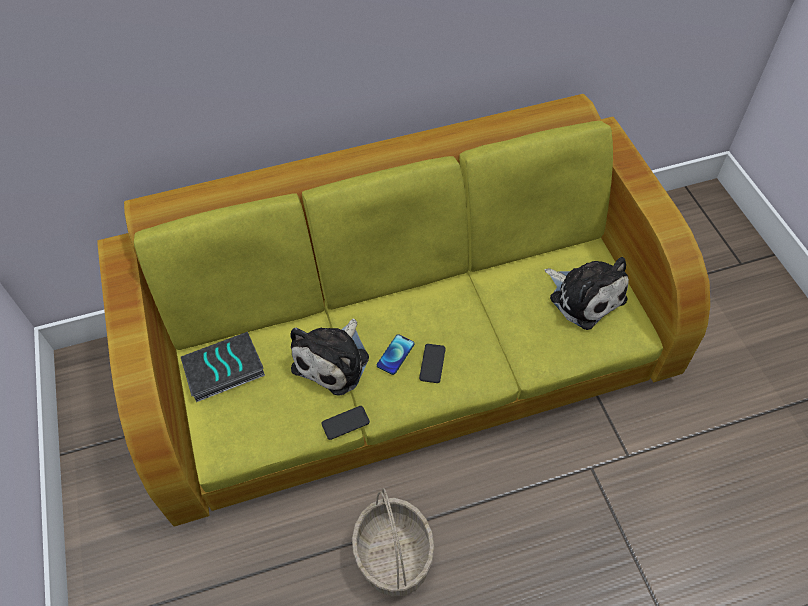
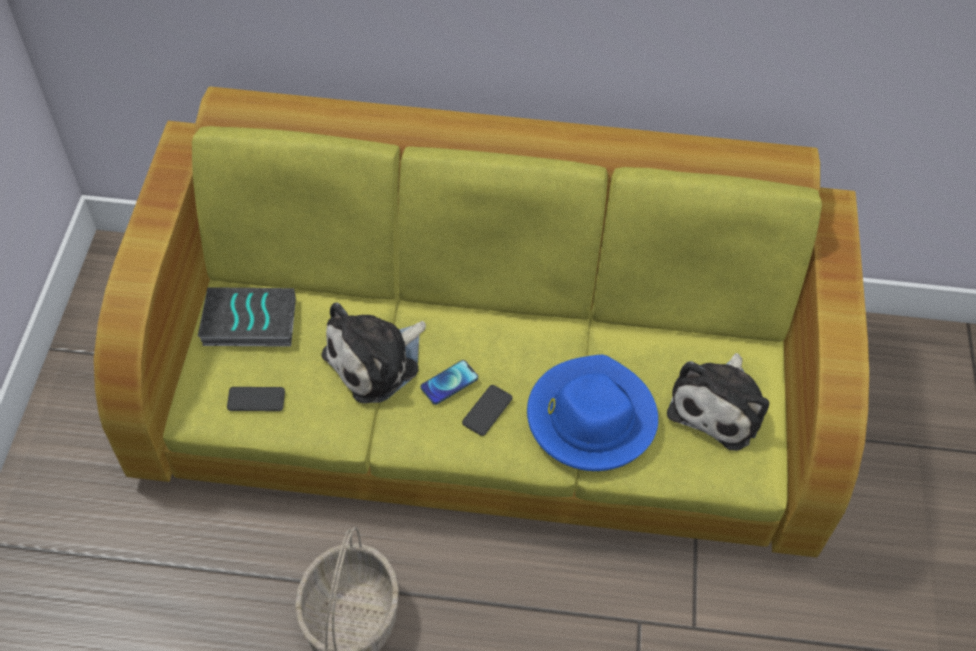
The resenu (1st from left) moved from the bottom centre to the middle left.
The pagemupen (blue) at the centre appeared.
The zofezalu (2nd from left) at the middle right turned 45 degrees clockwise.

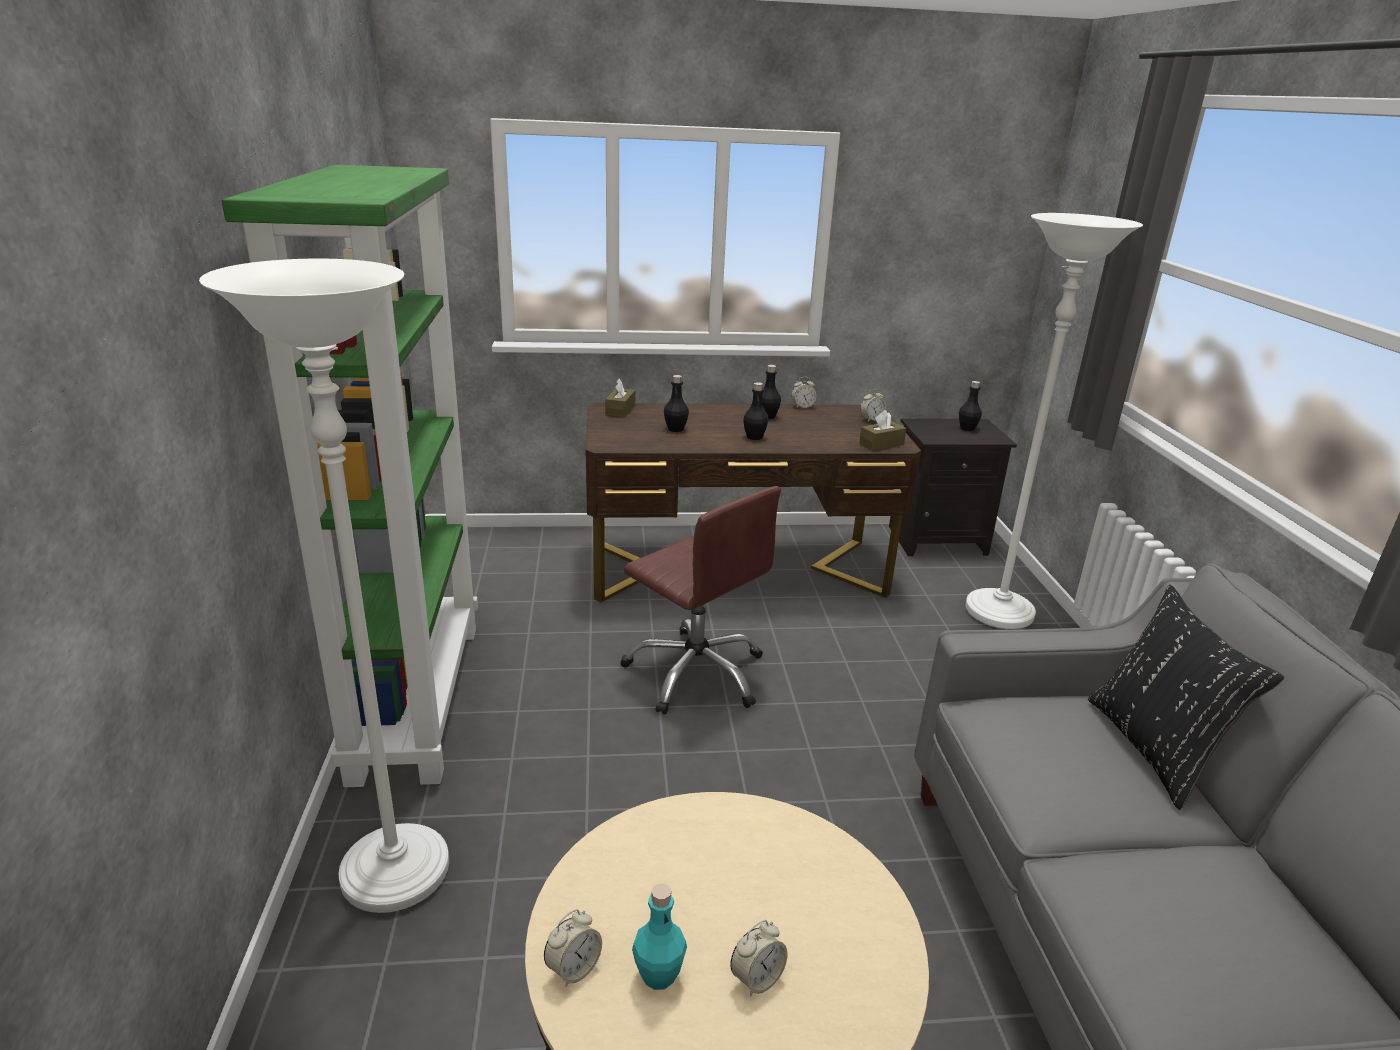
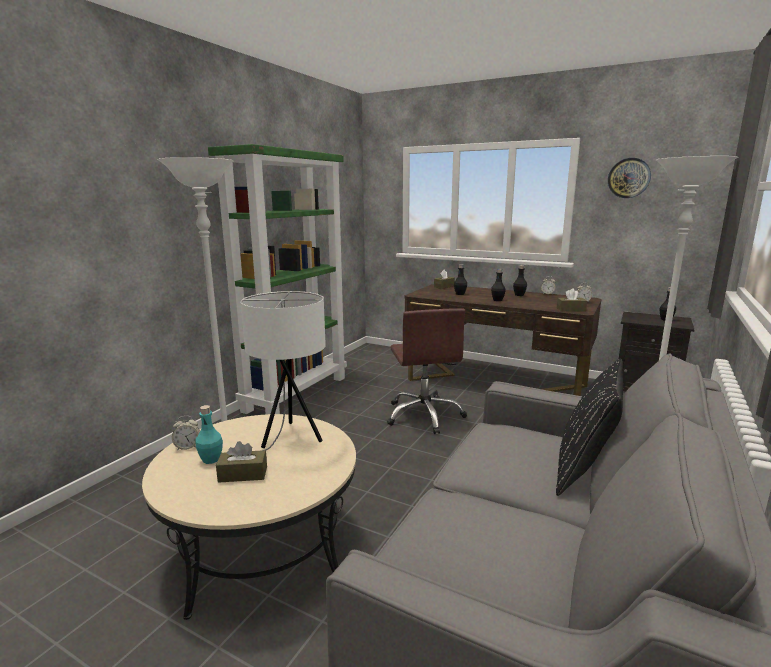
The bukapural (2nd from left) at the bottom centre was replaced by the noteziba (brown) (1st from left) at the bottom left.
The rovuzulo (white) at the centre appeared.
The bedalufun at the top right appeared.

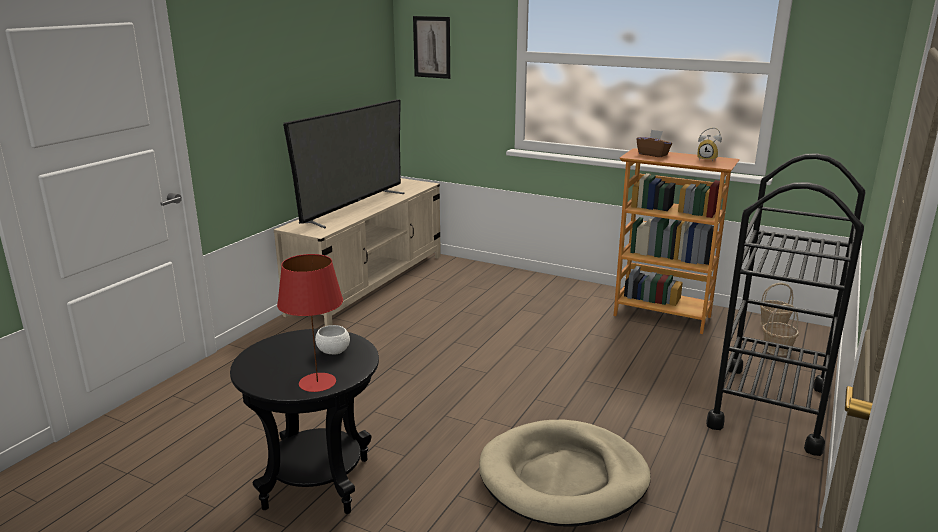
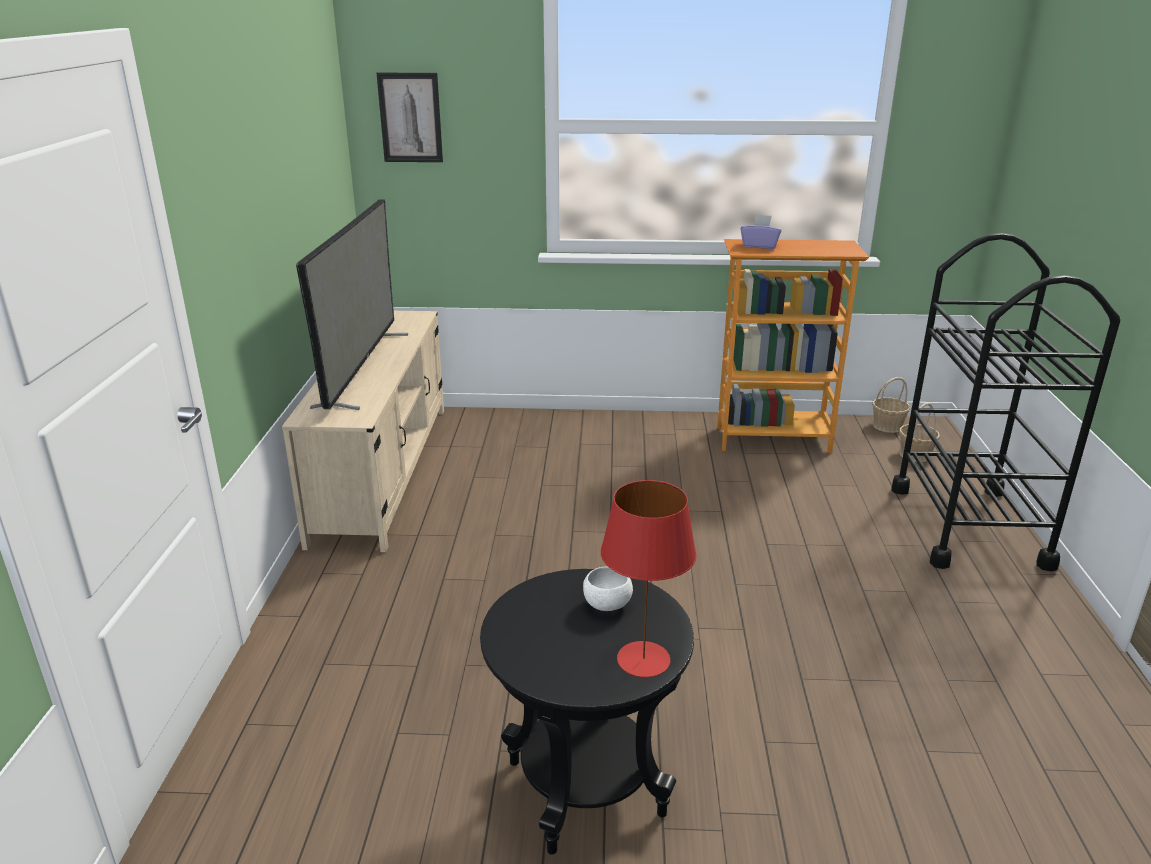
The noteziba (brown) at the top right became the noteziba (purple) at the top centre.
The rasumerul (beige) at the bottom centre disappeared.
The bukapural at the top right disappeared.

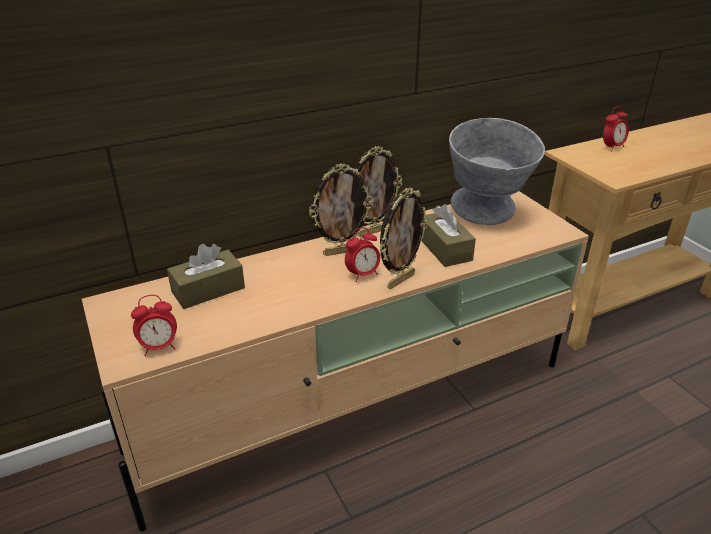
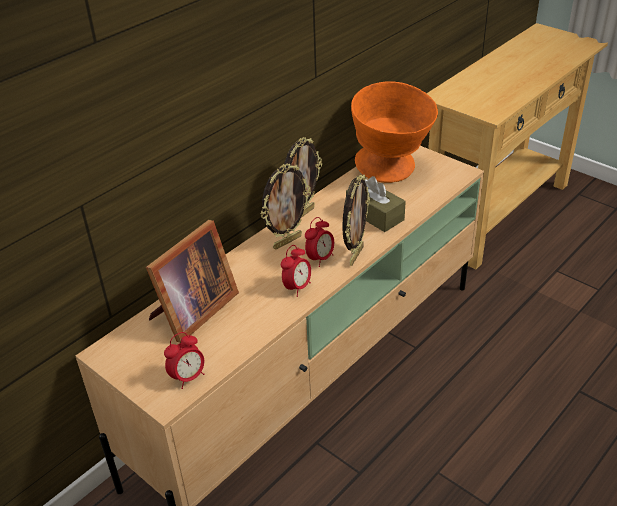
The noteziba (brown) (1st from left) at the middle left was replaced by the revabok (1st from left) at the middle left.
The bukapural (3rd from left in the first image) moved from the top right to the centre.
The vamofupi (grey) at the top right became the vamofupi (orange) at the top centre.

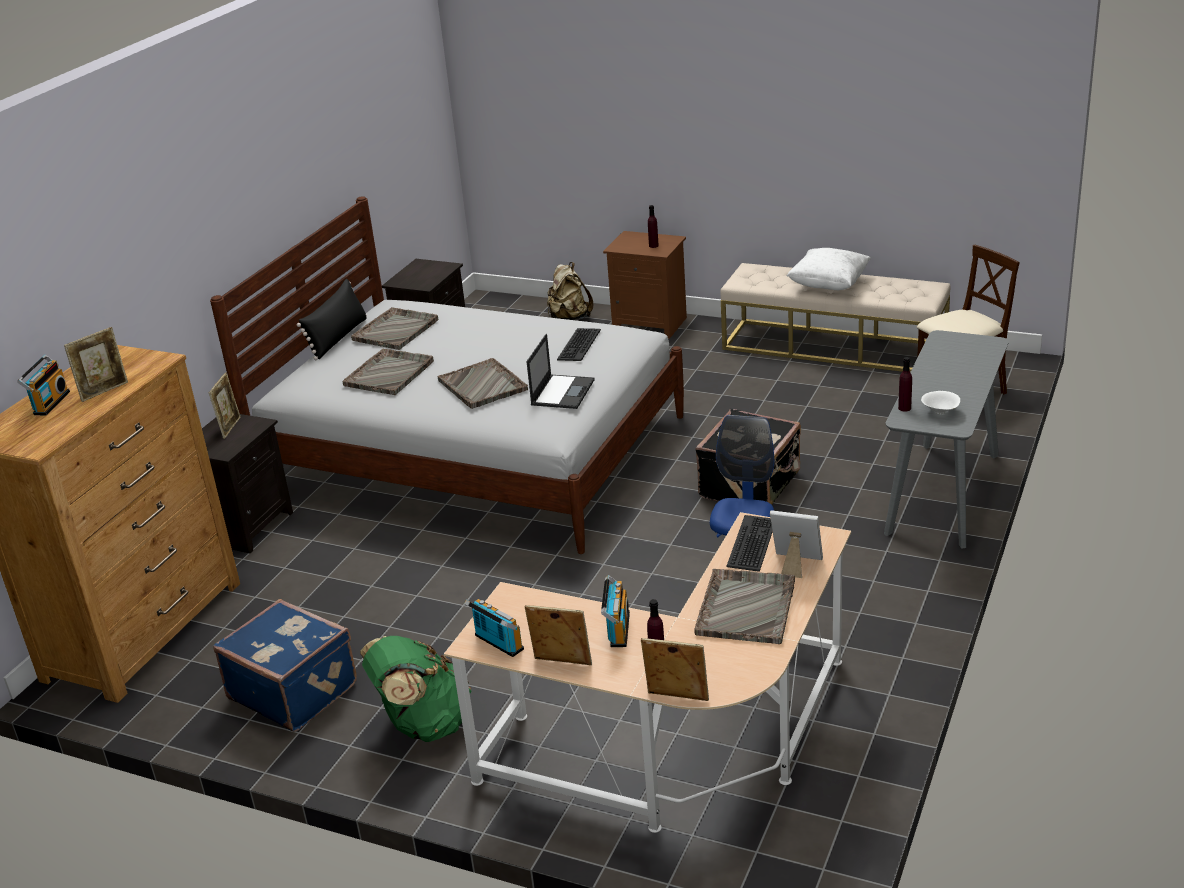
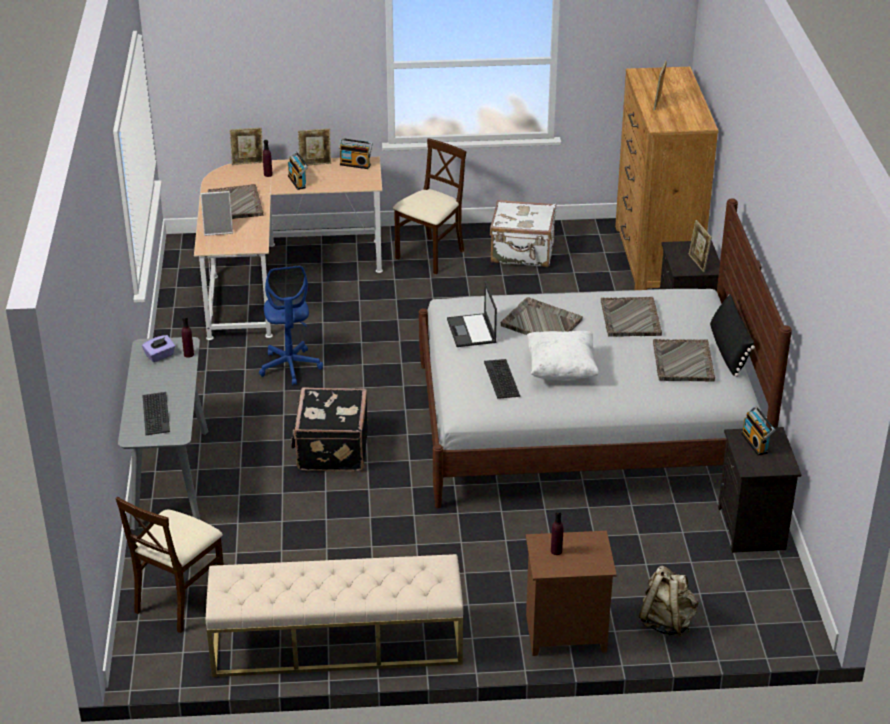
The vamofupi (white) at the middle right was replaced by the noteziba (purple) at the middle left.
The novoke (2nd from left in the first image) moved from the centre to the middle left.
The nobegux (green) at the bottom centre was replaced by the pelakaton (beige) (2nd from left) at the top centre.
The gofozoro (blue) at the bottom left became the gofozoro (white) at the top centre.
The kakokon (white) moved from the top right to the centre.
The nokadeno (1st from left in the first image) moved from the middle left to the middle right.

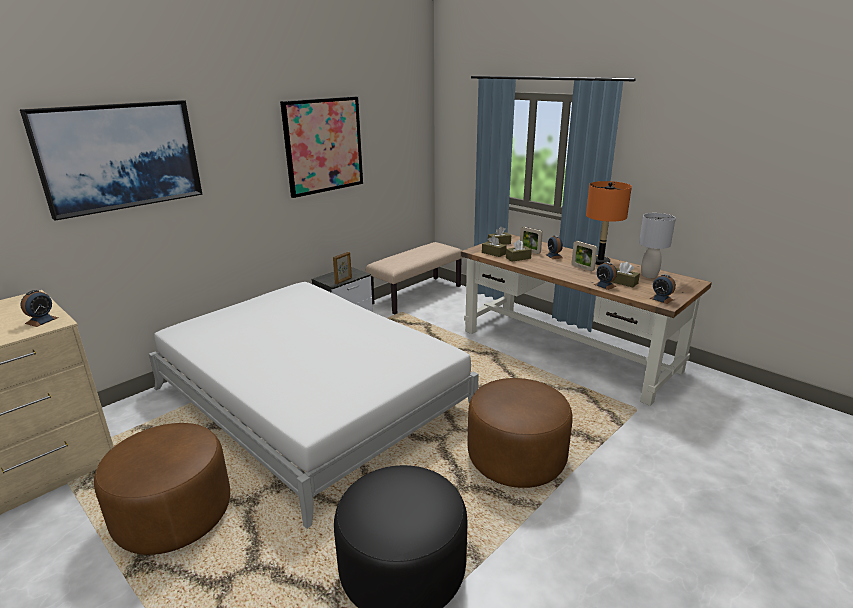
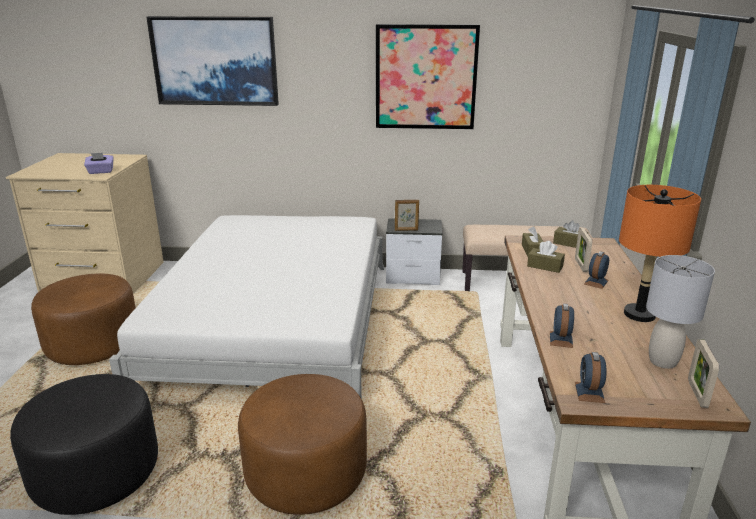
The bukapural (1st from left) at the middle left was replaced by the noteziba (purple) at the top left.
The revabok (3rd from left) moved from the middle right to the bottom right.
The noteziba (brown) (4th from left) at the middle right disappeared.

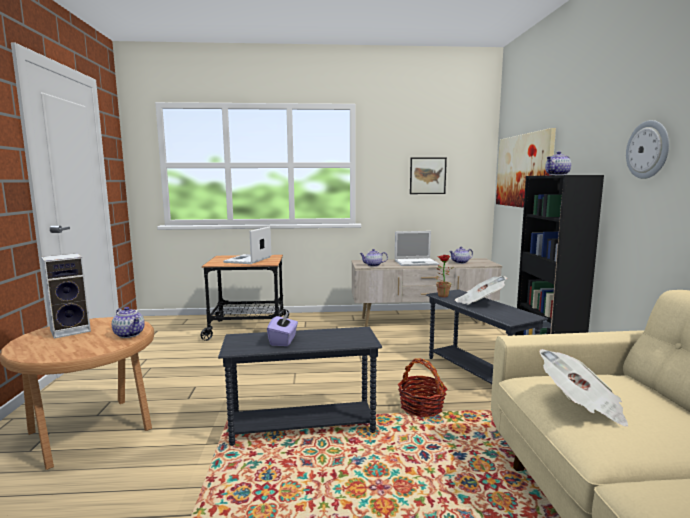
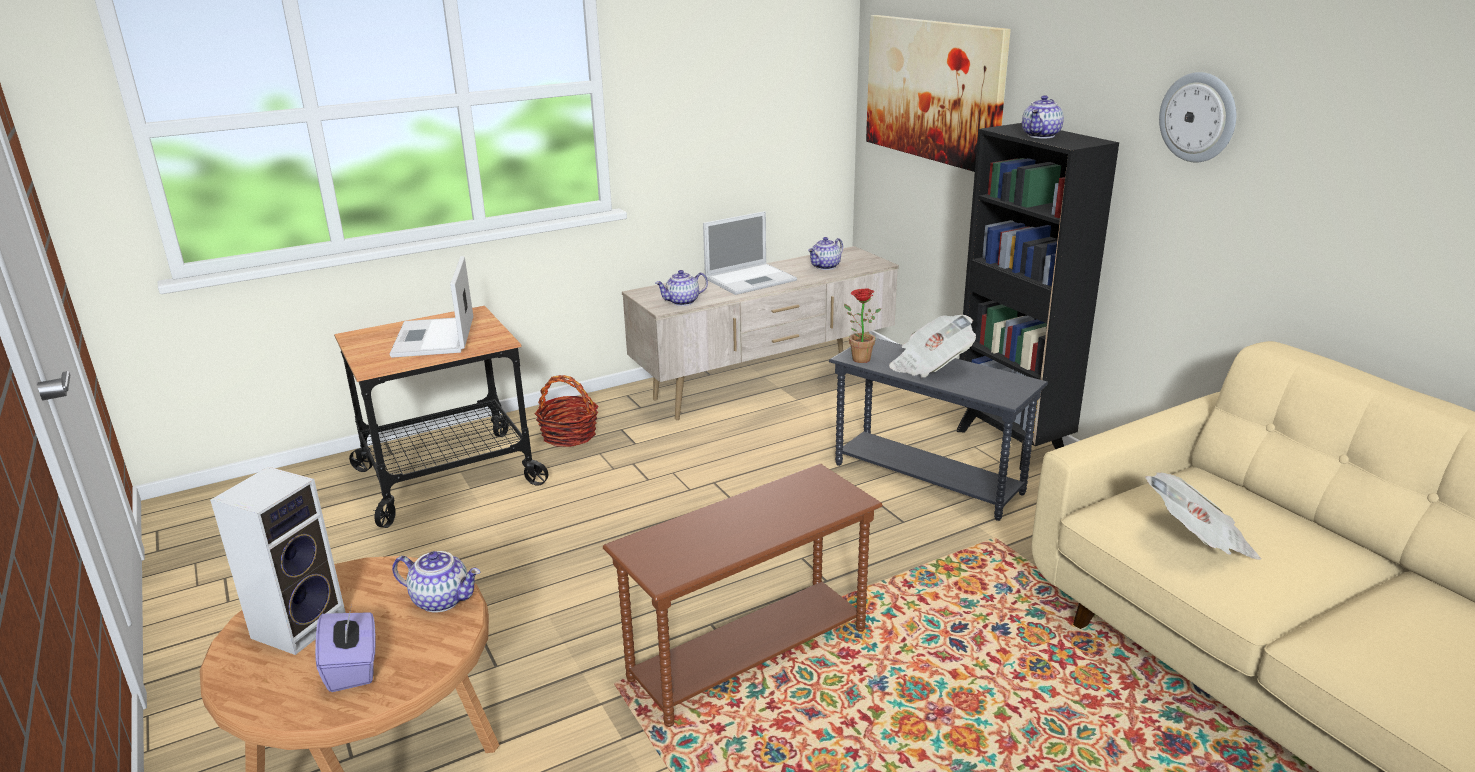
The noteziba (purple) moved from the centre to the bottom left.
The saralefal moved from the bottom centre to the centre.
The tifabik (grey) (1st from left) at the bottom centre became the tifabik (brown) (2nd from left) at the bottom centre.
The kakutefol (1st from left) at the centre disappeared.

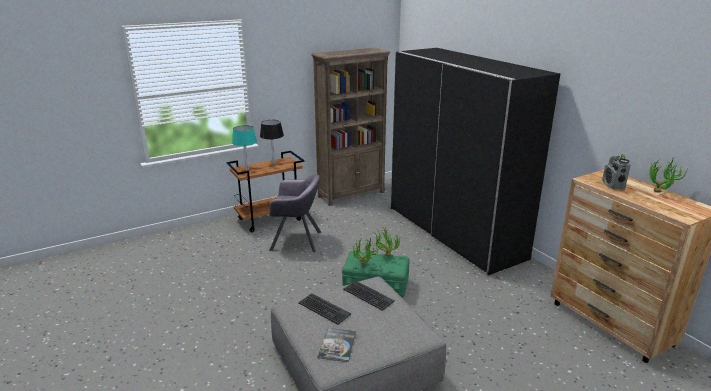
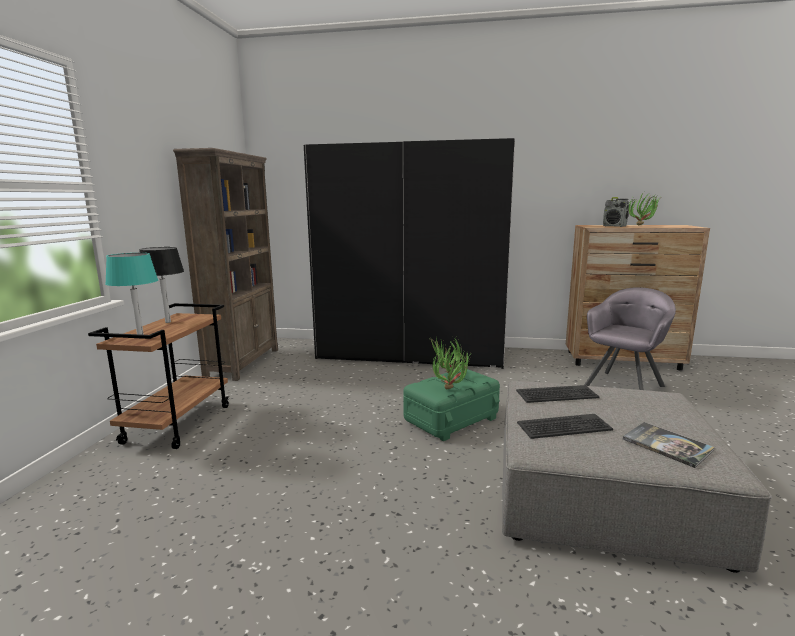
The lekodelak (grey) moved from the centre to the middle right.

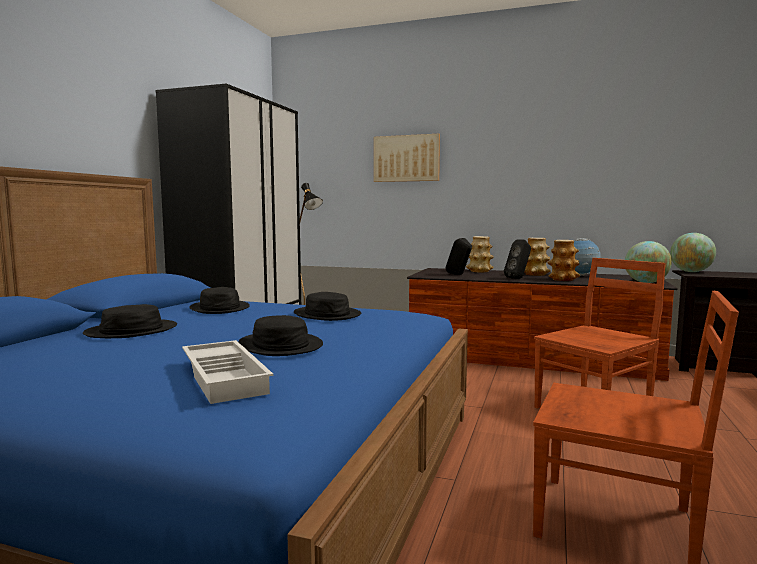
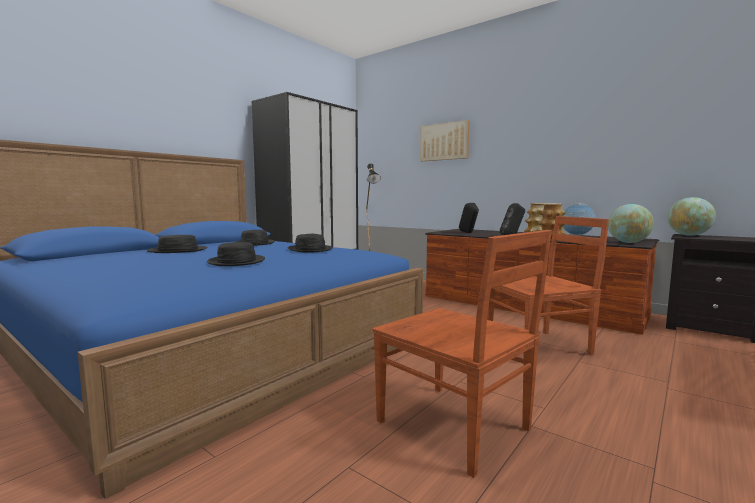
The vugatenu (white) at the middle left disappeared.
The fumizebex (1st from left) at the centre disappeared.

